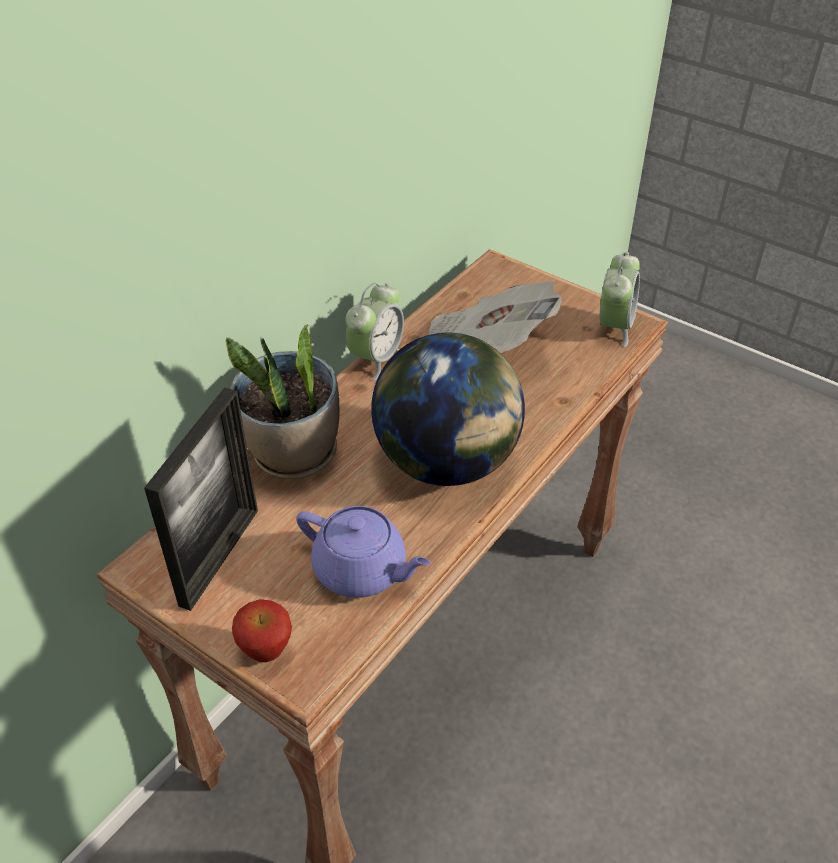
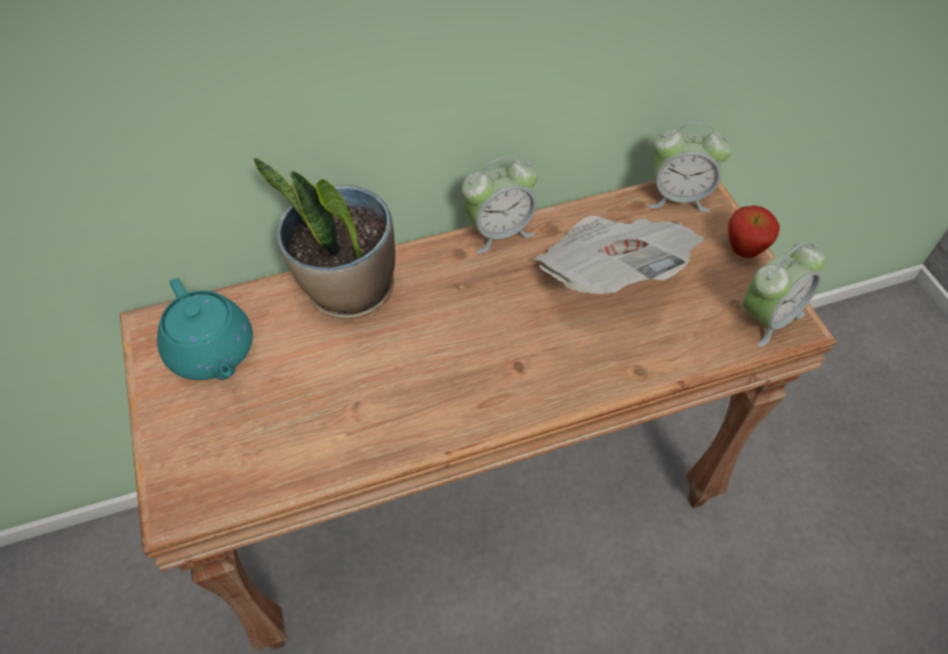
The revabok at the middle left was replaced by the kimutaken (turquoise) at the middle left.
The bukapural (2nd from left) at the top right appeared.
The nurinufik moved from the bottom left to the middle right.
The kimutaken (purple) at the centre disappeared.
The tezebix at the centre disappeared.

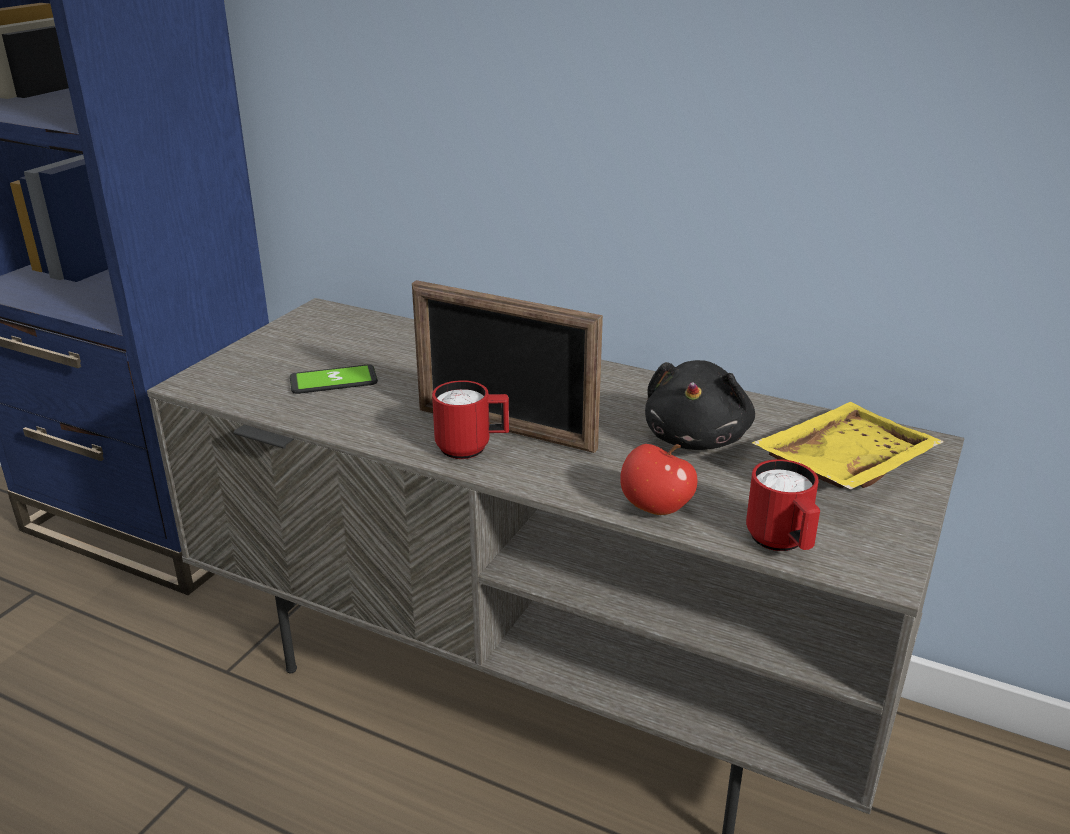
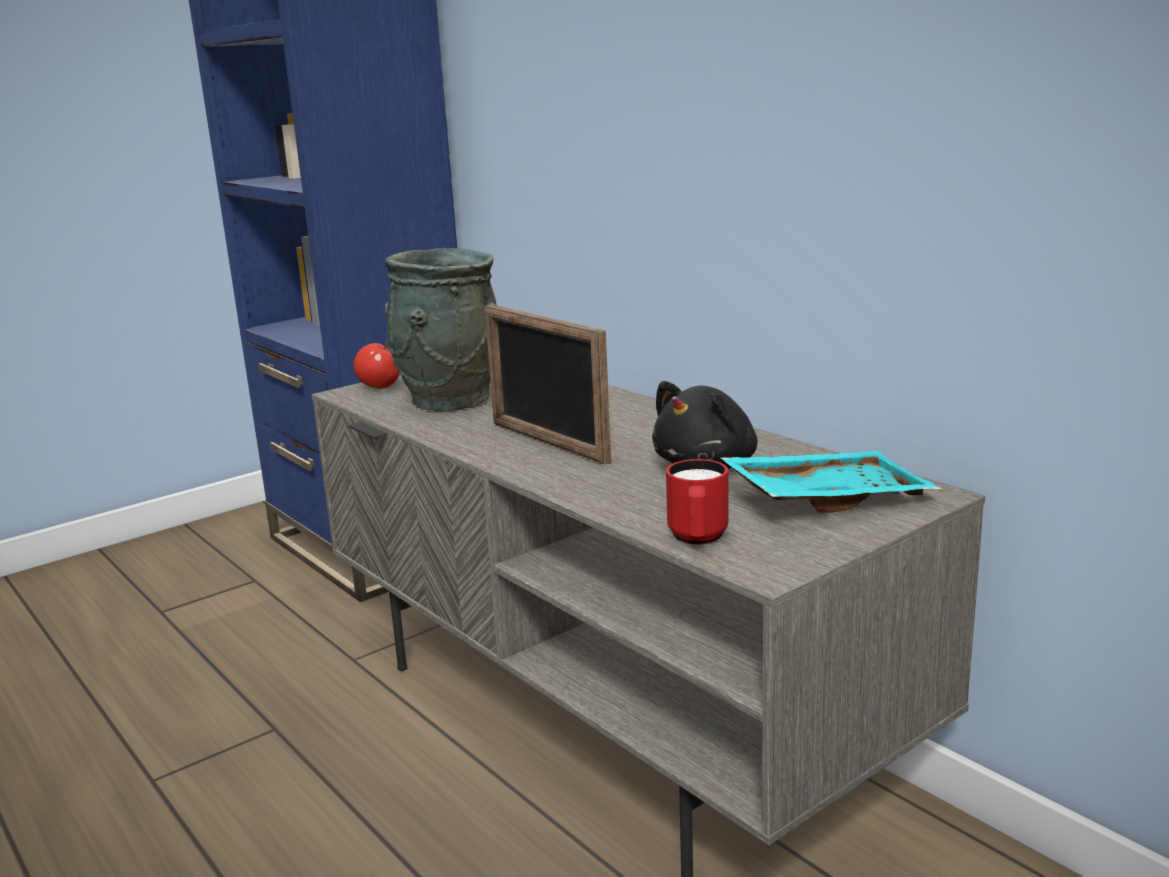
The nurinufik moved from the centre to the middle left.
The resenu at the middle left was replaced by the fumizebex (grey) at the centre.
The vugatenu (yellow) at the middle right became the vugatenu (turquoise) at the middle right.
The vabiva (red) (1st from left) at the centre disappeared.

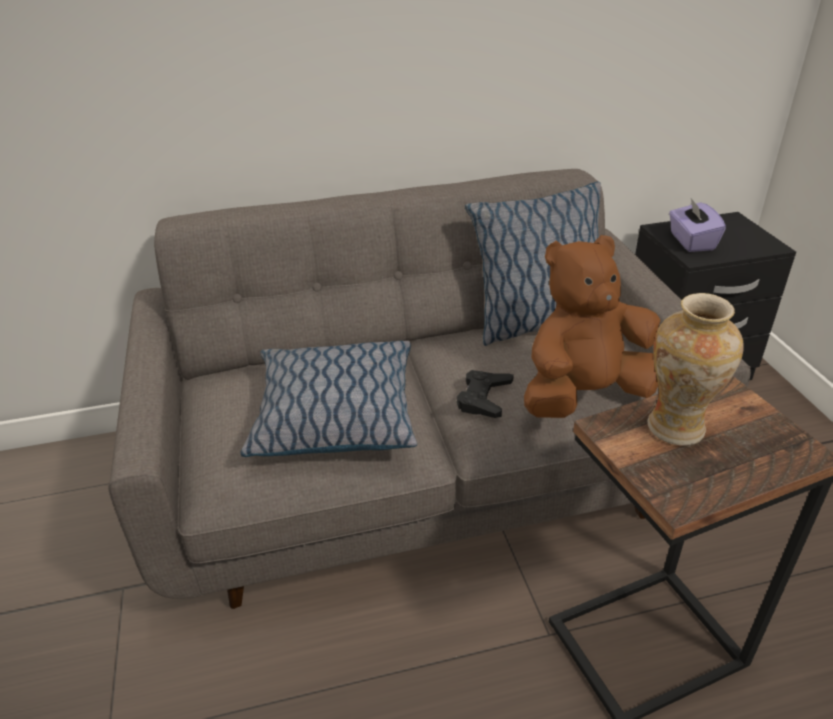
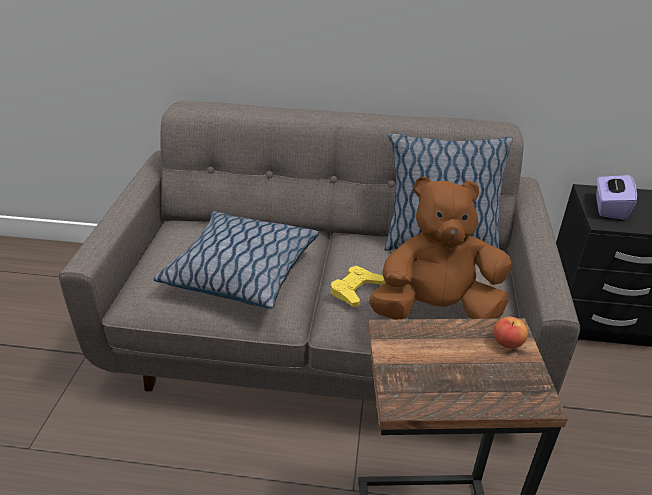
The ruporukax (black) at the centre became the ruporukax (yellow) at the centre.
The nurinufik at the bottom right appeared.
The fumizebex at the middle right disappeared.

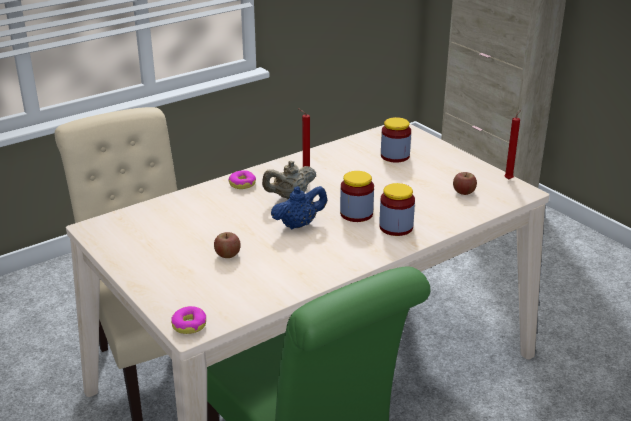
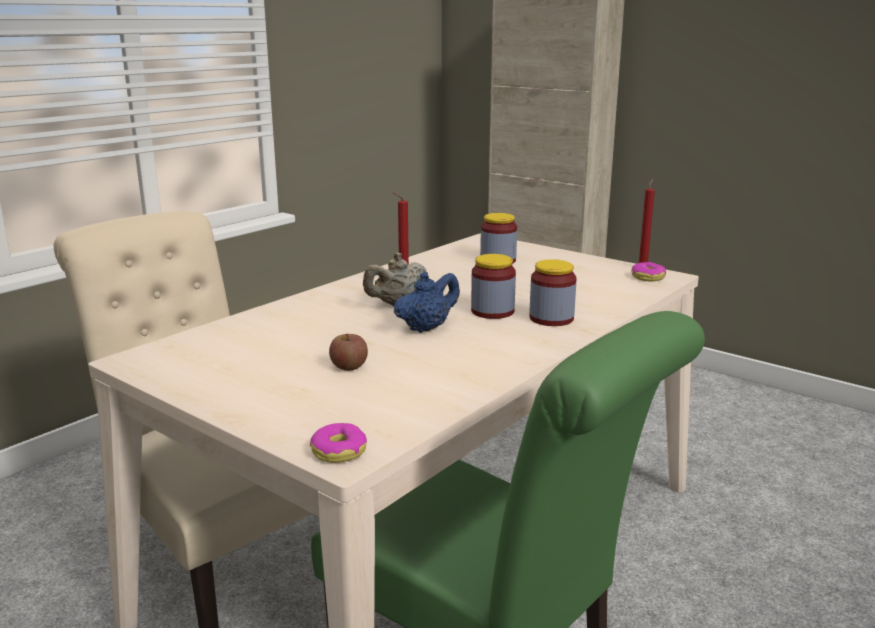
The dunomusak (2nd from left) moved from the centre to the middle right.
The nurinufik (2nd from left) at the middle right disappeared.

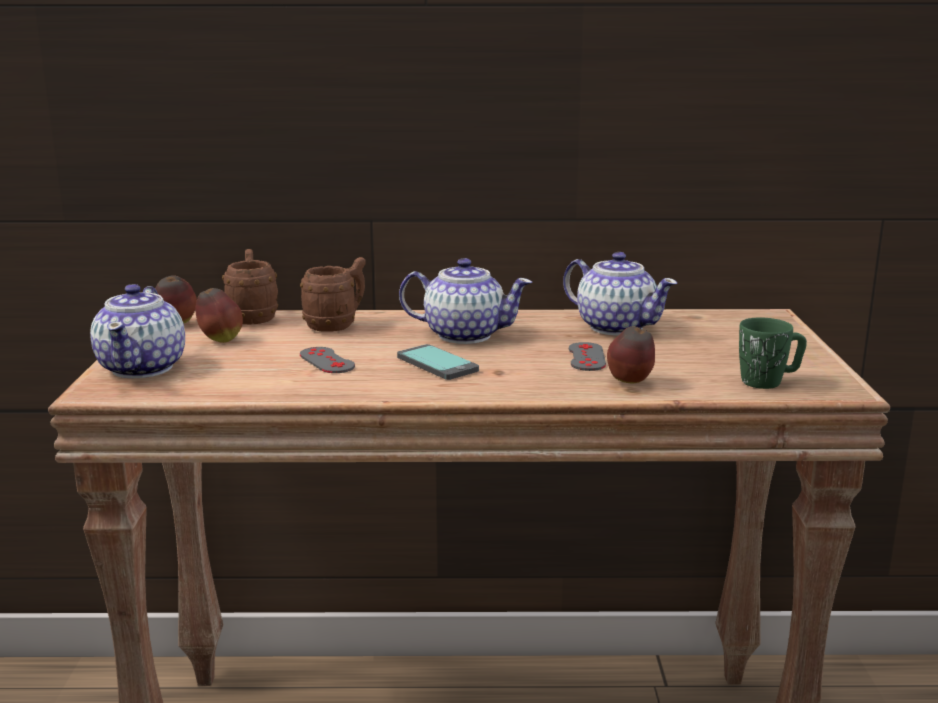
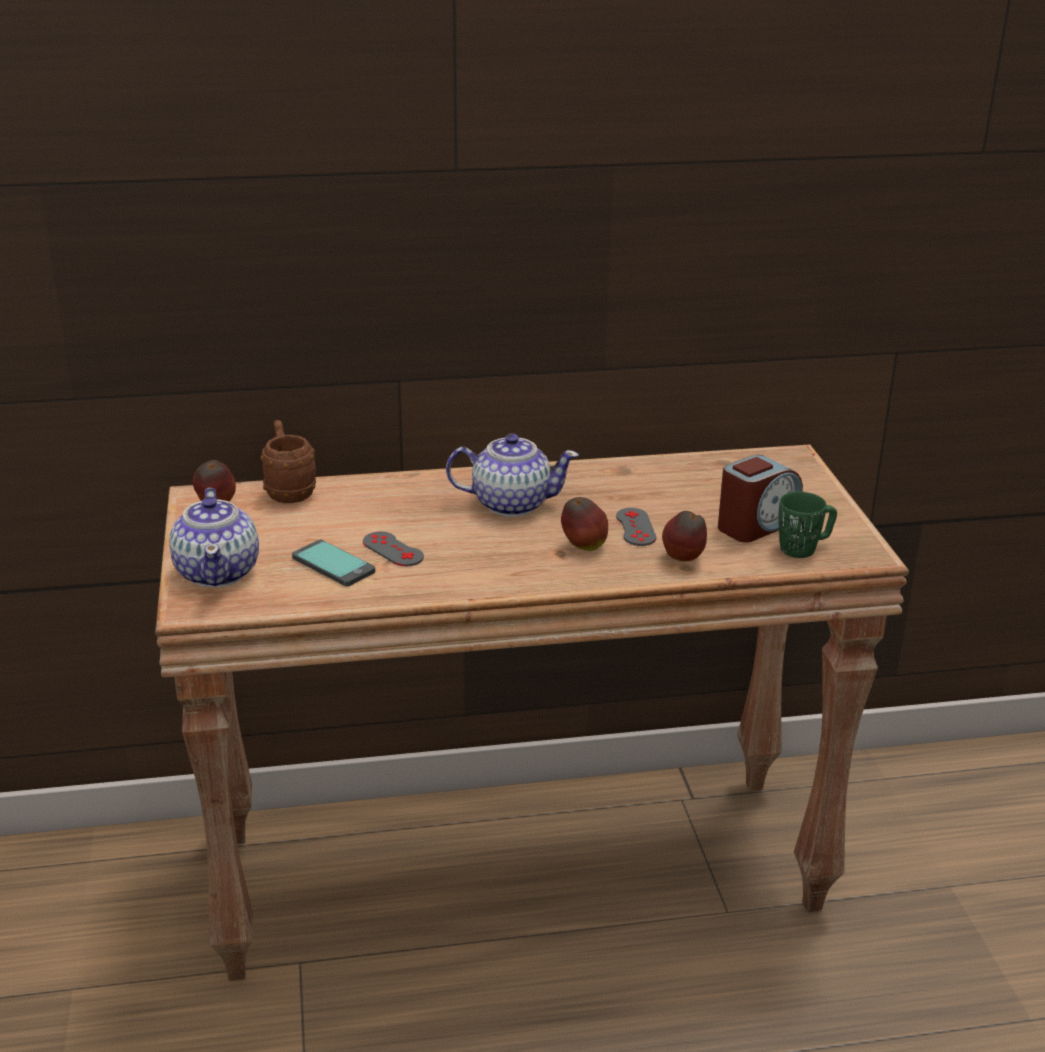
The resenu moved from the centre to the middle left.
The nurinufik (2nd from left) moved from the middle left to the centre.
The bukapural at the middle right appeared.
The vabiva (brown) (2nd from left) at the centre disappeared.
The kimutaken (3rd from left) at the centre disappeared.

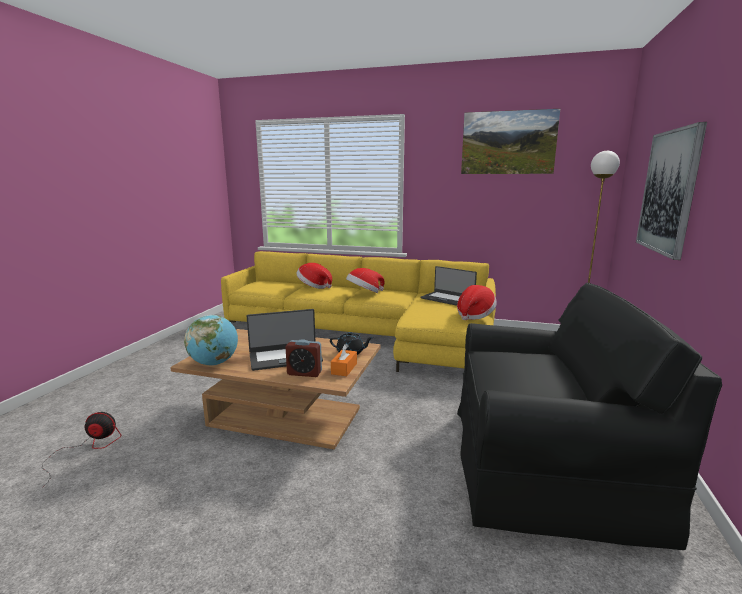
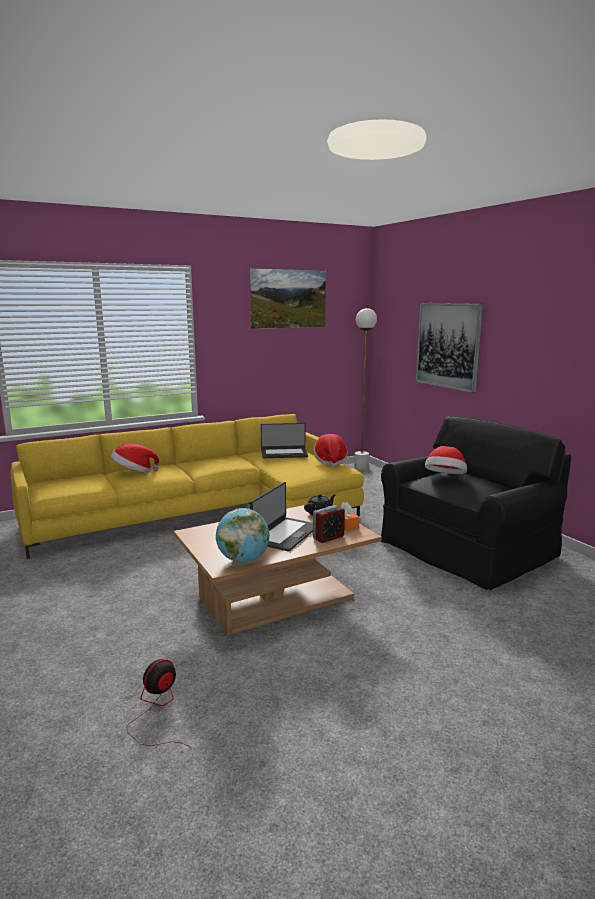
The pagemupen (2nd from left in the first image) moved from the centre to the middle right.

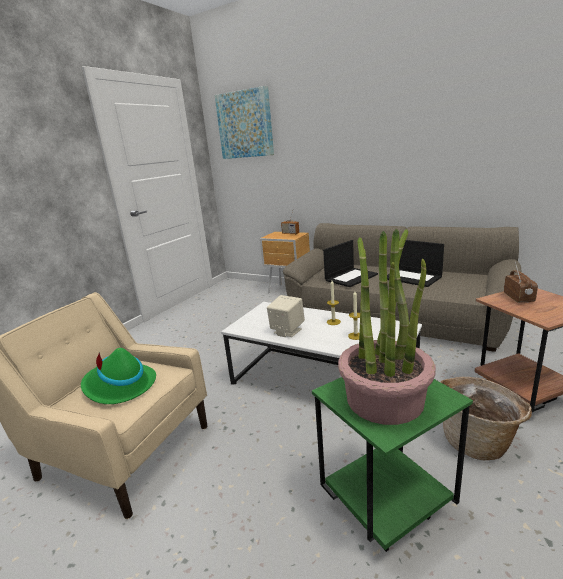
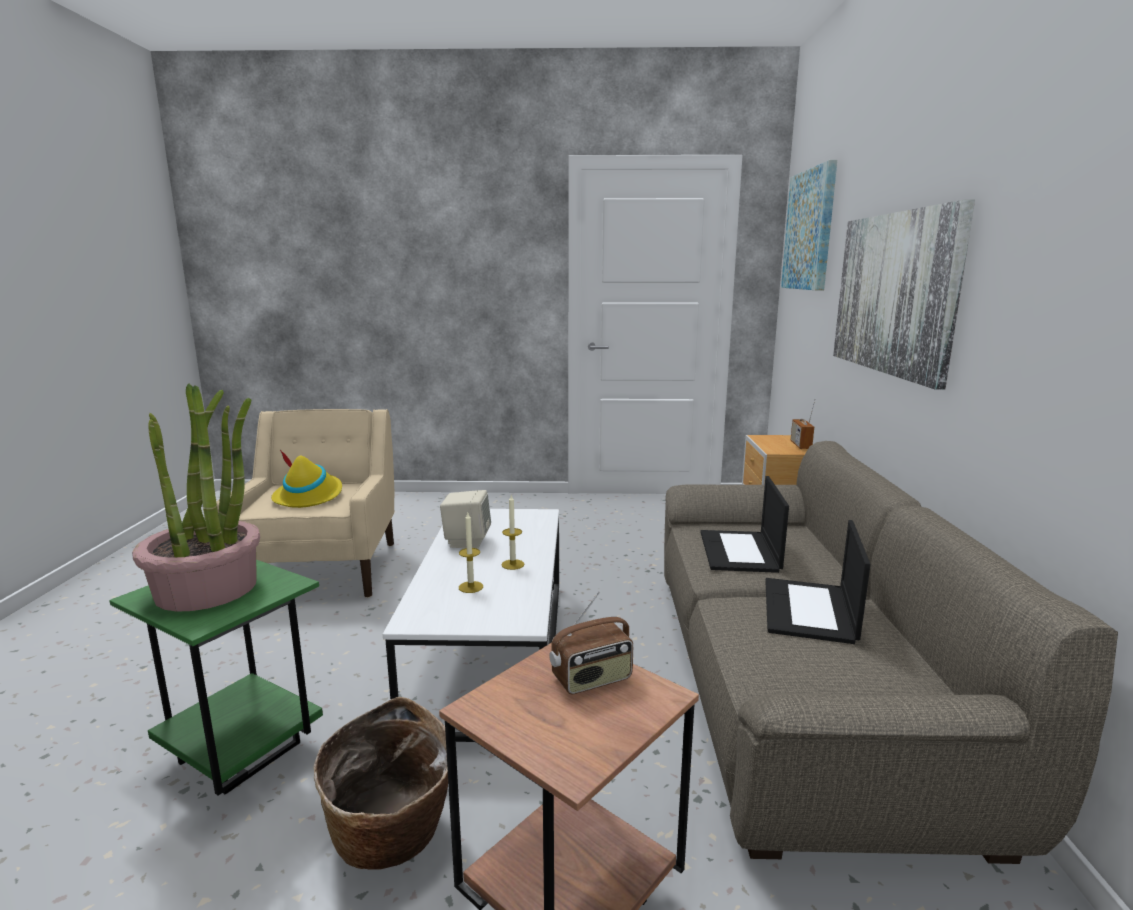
The pagemupen (green) at the middle left became the pagemupen (yellow) at the middle left.
The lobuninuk (1st from left) at the centre turned 75 degrees clockwise.
The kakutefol (2nd from left) at the top right appeared.

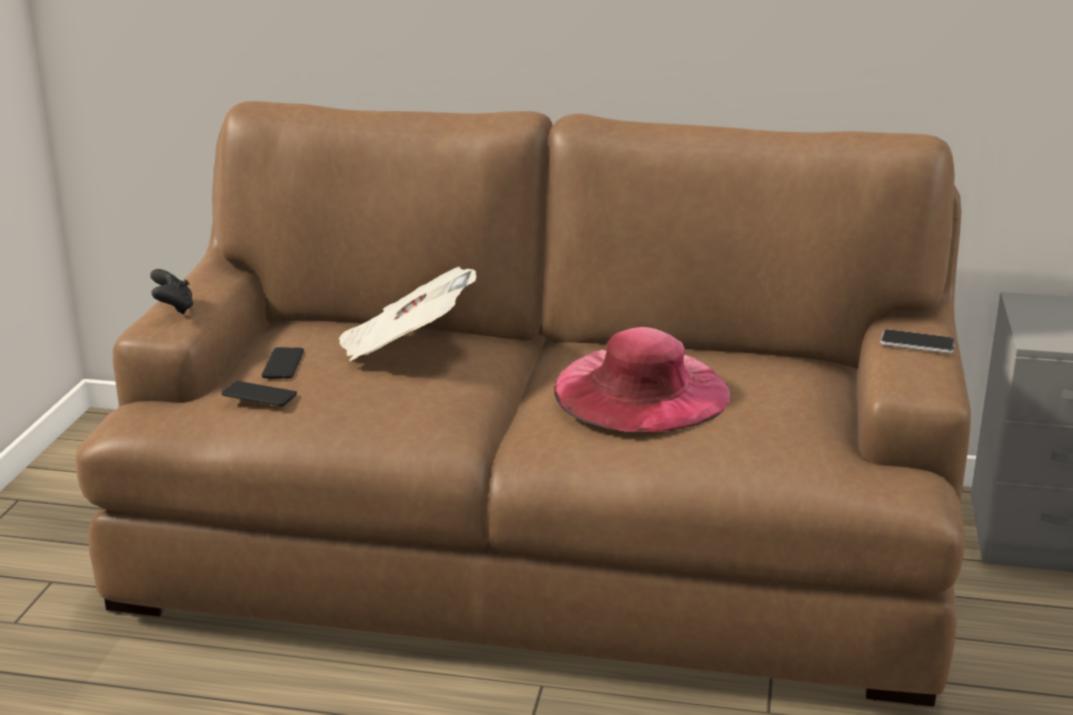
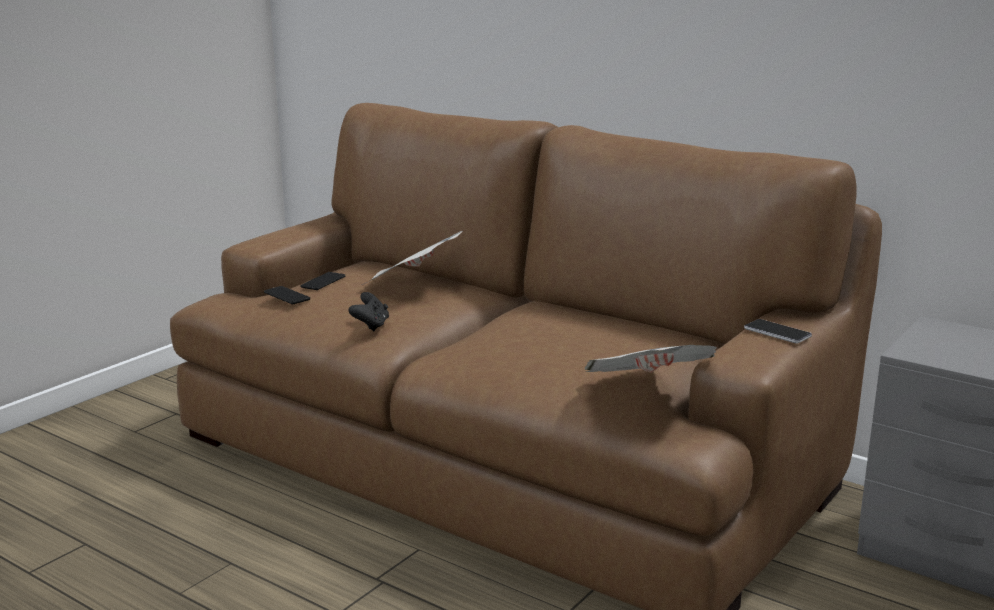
The ruporukax (black) moved from the middle left to the centre.
The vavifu (2nd from left) at the centre appeared.
The pagemupen (pink) at the centre disappeared.

